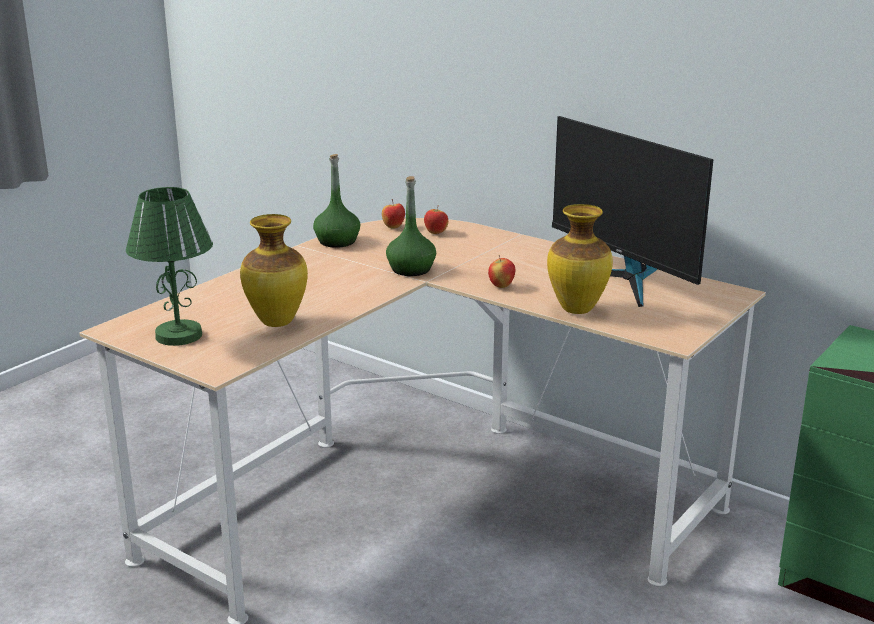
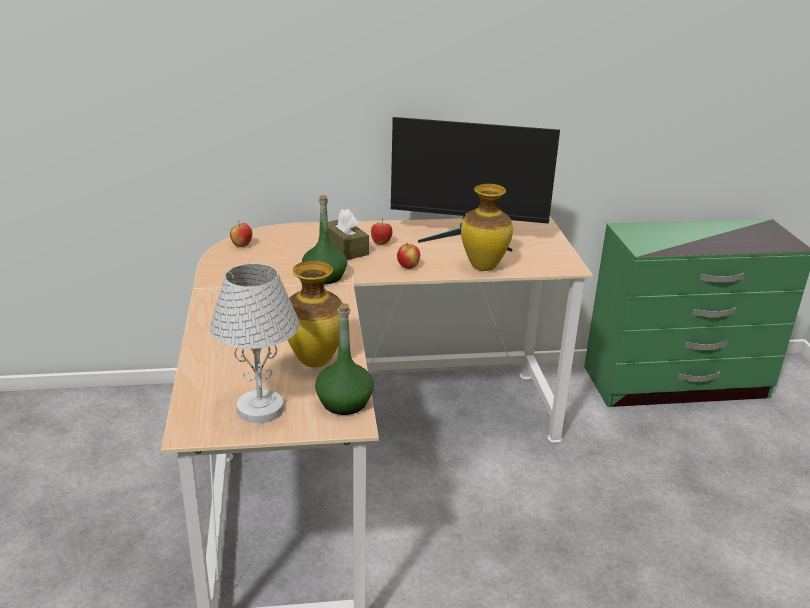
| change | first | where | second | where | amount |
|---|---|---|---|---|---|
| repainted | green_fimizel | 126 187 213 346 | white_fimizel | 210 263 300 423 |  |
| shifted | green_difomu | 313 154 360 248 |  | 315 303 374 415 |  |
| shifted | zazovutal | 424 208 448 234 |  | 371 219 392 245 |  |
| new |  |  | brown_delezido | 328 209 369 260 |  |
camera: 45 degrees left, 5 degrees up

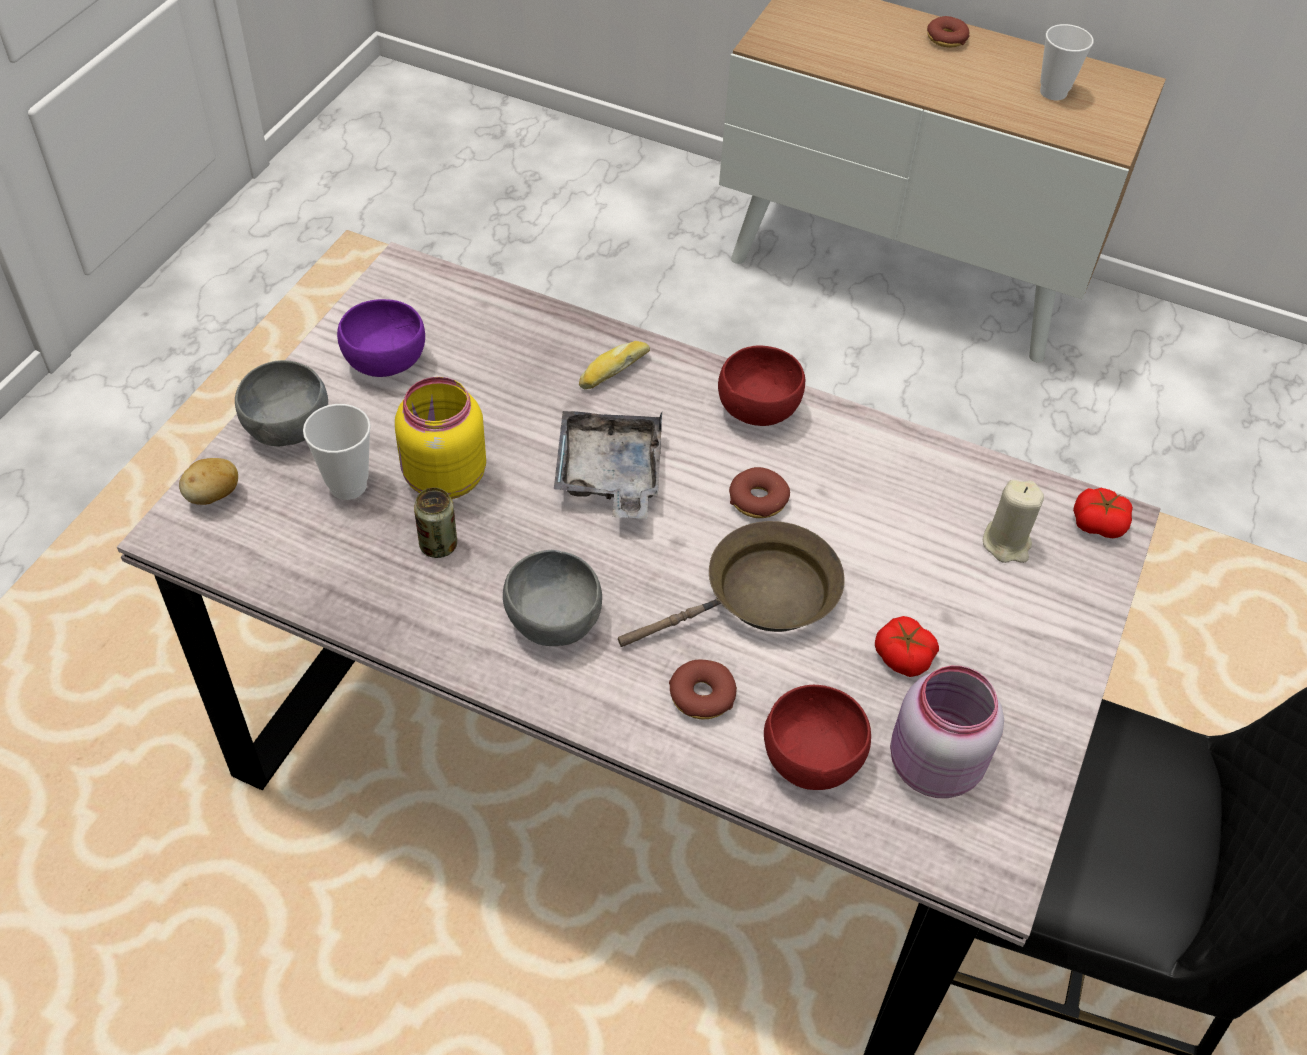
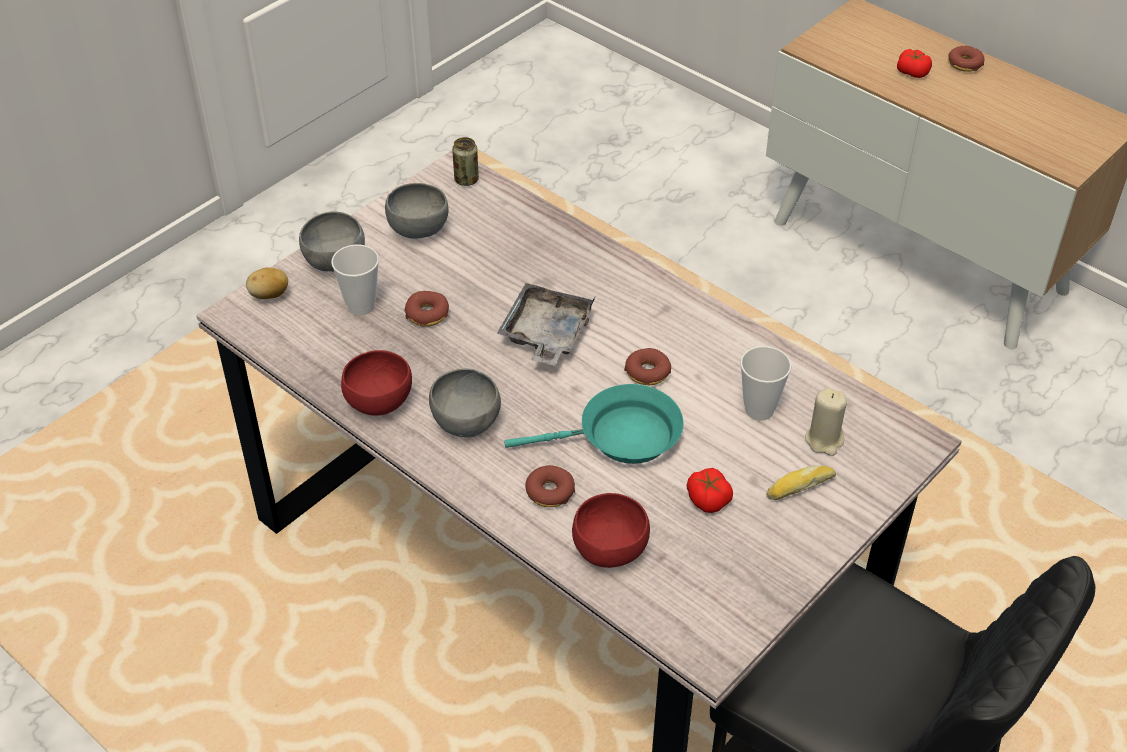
| change | first | where | second | where | amount |
|---|---|---|---|---|---|
| repainted | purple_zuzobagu | 337 299 425 377 | grey_zuzobagu | 385 183 449 239 |  |
| swapped | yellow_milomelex | 395 377 486 499 | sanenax | 404 291 449 327 |  |
| shifted | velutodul | 414 488 457 558 |  | 452 137 479 186 |  |
| shifted | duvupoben | 579 341 650 389 |  | 766 465 836 500 |  |
| repainted | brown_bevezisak | 618 521 845 647 | turquoise_bevezisak | 504 384 684 464 |  |
| shifted | red_zuzobagu | 718 345 805 426 |  | 341 350 412 416 |  |
| gone | pink_milomelex | 890 666 1004 798 |  |  |  |
| shifted | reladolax | 1040 24 1094 100 |  | 740 346 792 421 |  |
| shifted | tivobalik | 1073 488 1133 538 |  | 897 49 932 78 |  |
camera: 20 degrees right, 5 degrees down

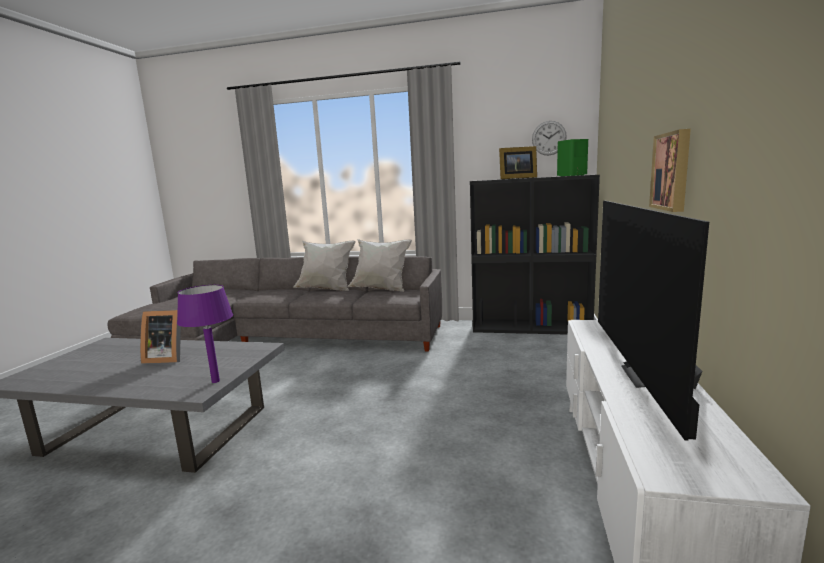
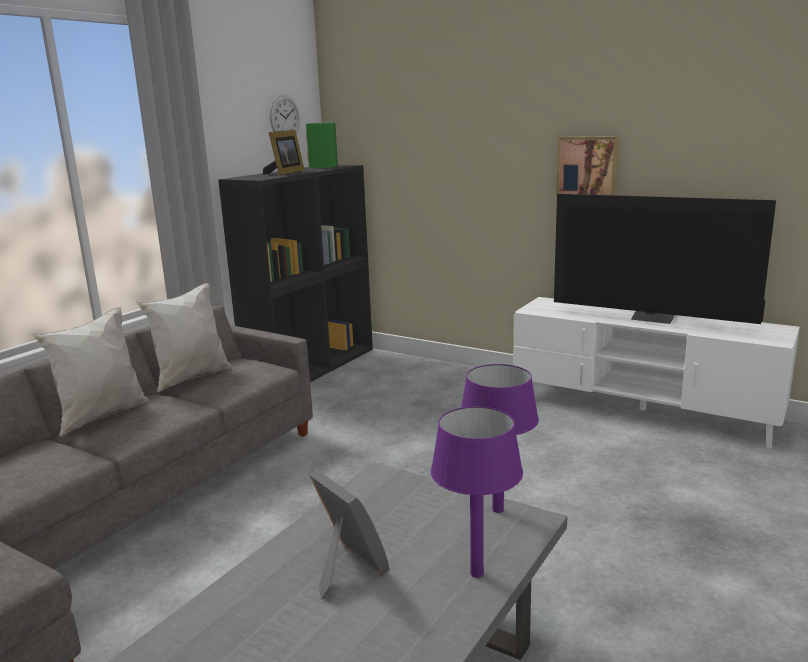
| change | first | where | second | where | amount |
|---|---|---|---|---|---|
| rotated | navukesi | 140 310 181 364 |  | 309 469 389 600 | 60 degrees counterclockwise |
| new |  |  | purple_fimizel | 431 406 523 578 |  |
camera: 70 degrees left, 5 degrees up

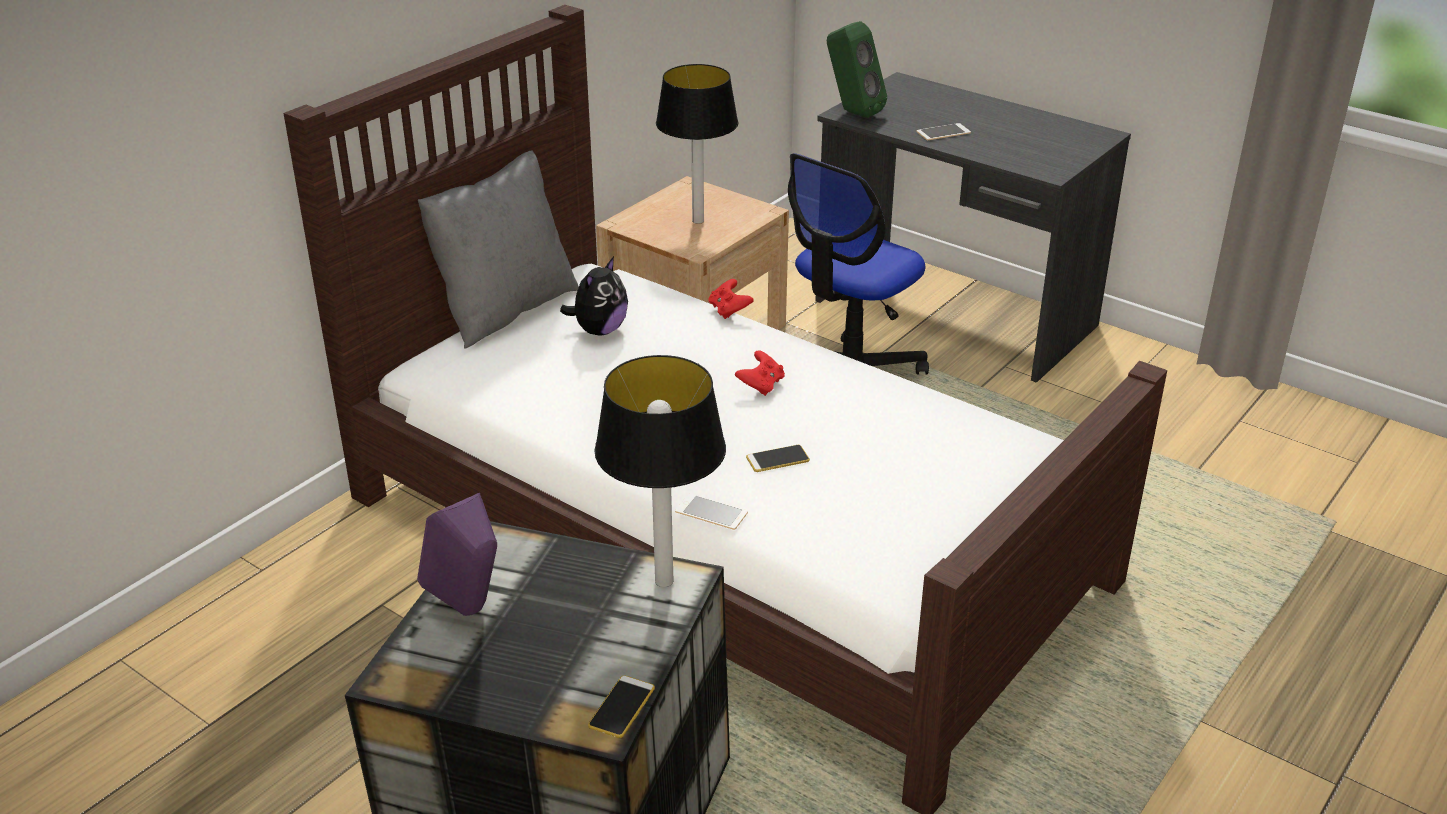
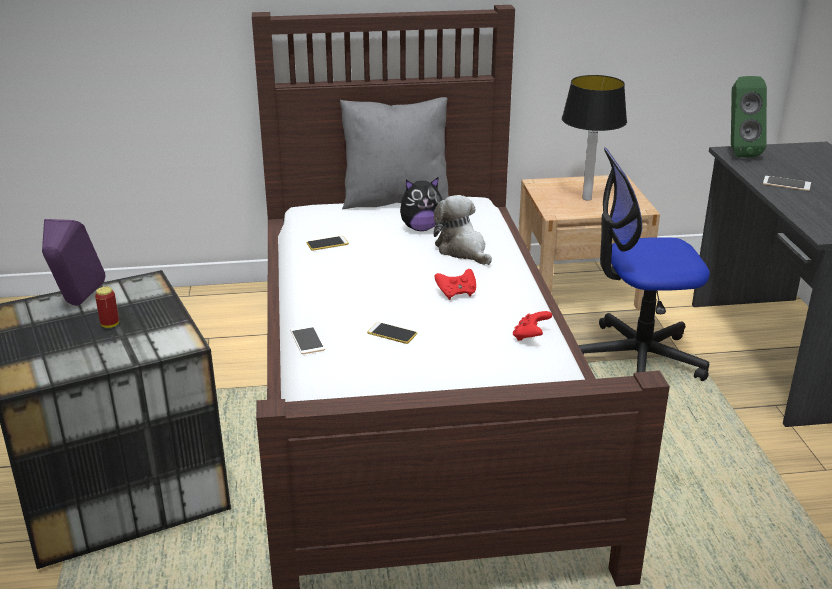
| change | first | where | second | where | amount |
|---|---|---|---|---|---|
| shifted | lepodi | 588 675 655 738 |  | 307 236 349 251 |  |
| gone | fimizel | 595 355 726 587 |  |  |  |
| shifted | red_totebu | 708 279 754 319 |  | 513 311 552 341 |  |
| new |  |  | velutodul | 95 287 119 328 |  |
| new |  |  | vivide | 434 195 492 265 |  |
camera: 45 degrees right, 5 degrees down

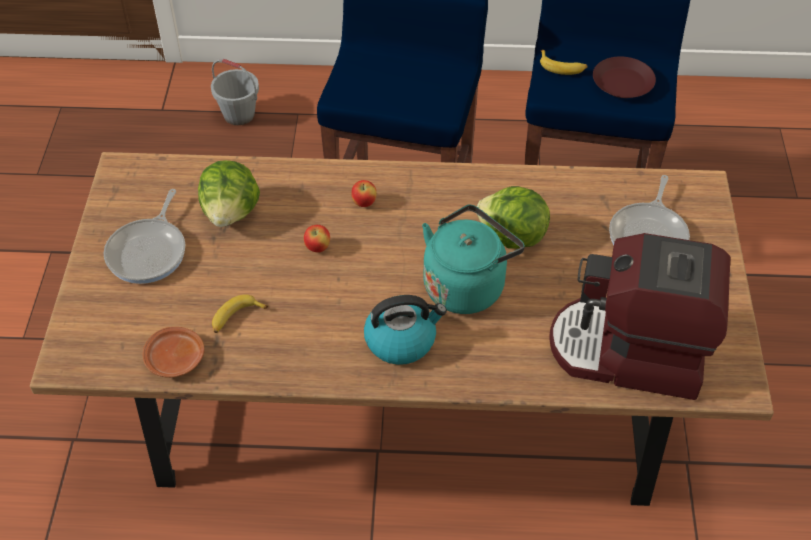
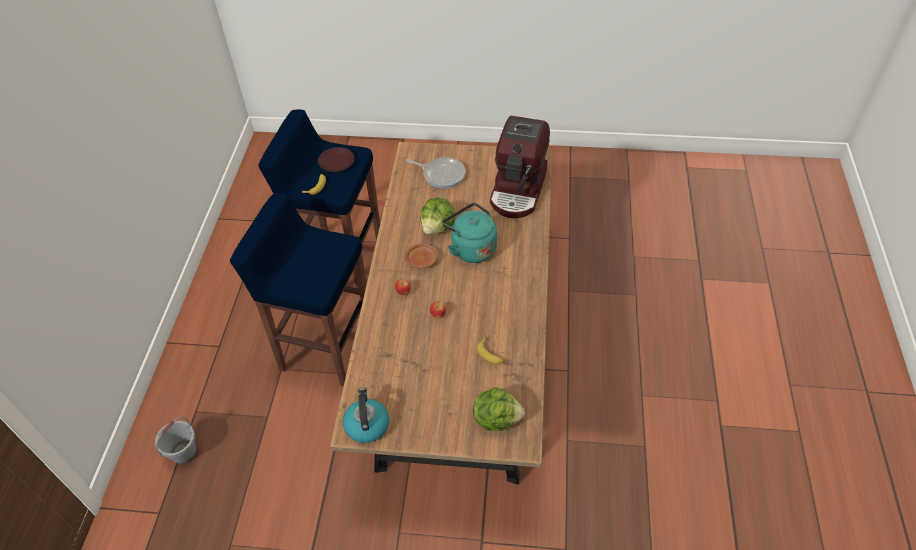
| change | first | where | second | where | amount |
|---|---|---|---|---|---|
| gone | bevezisak | 103 189 185 284 |  |  |  |
| shifted | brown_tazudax | 143 327 204 378 |  | 405 243 438 269 |  |
| shifted | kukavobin | 198 160 260 227 |  | 473 387 525 431 |  |
| shifted | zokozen | 364 295 447 365 |  | 343 387 389 443 |  |
camera: 85 degrees left, 0 degrees up

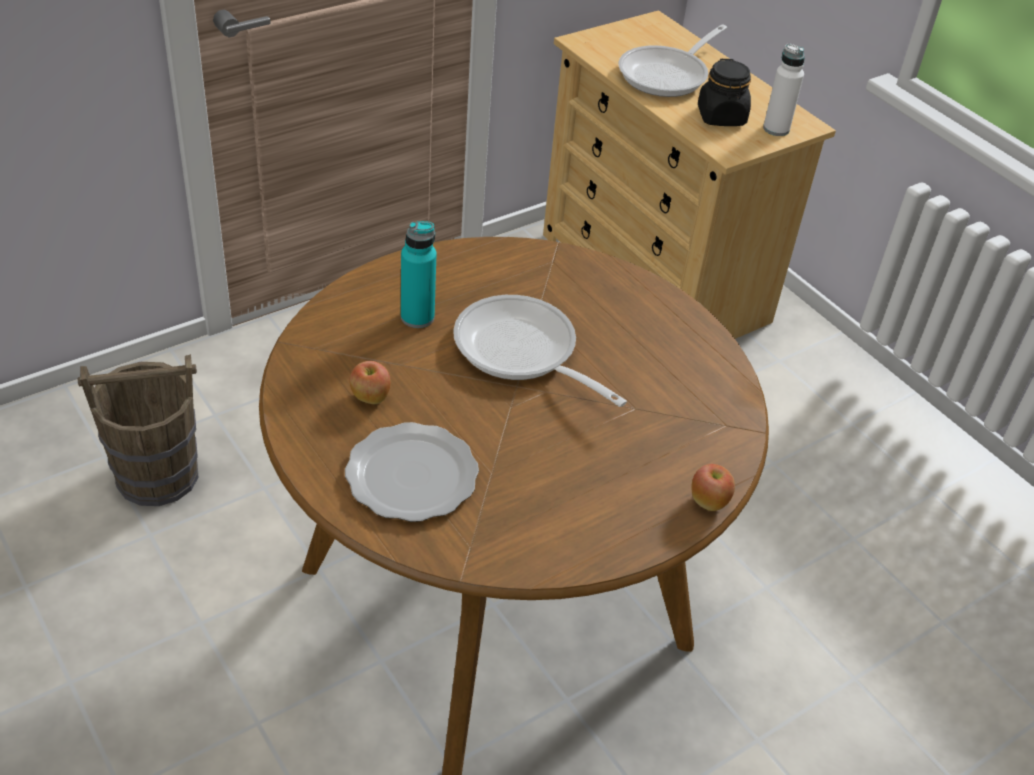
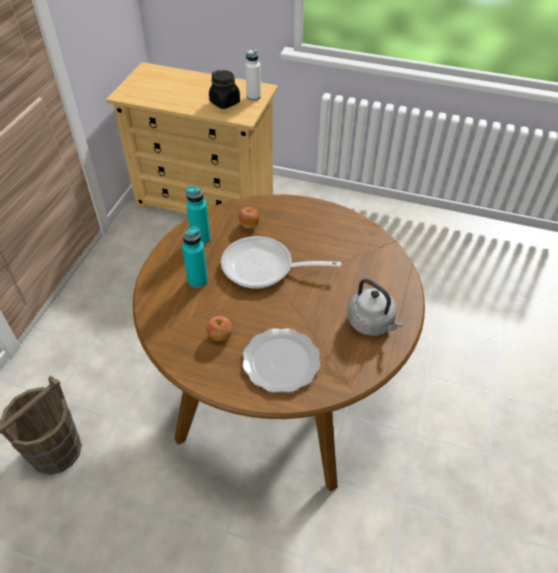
| change | first | where | second | where | amount |
|---|---|---|---|---|---|
| gone | bevezisak | 618 24 727 97 |  |  |  |
| shifted | zazovutal | 691 464 735 511 |  | 238 207 259 229 |  |
| new |  |  | turquoise_difomu | 186 186 211 245 |  |
| new |  |  | grey_zokozen | 348 279 404 336 |  |
camera: 35 degrees left, 5 degrees up

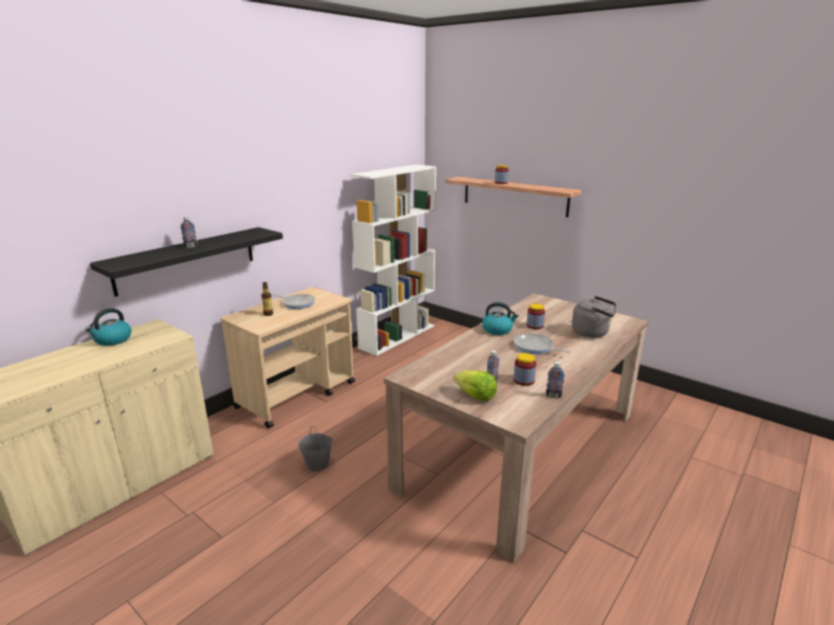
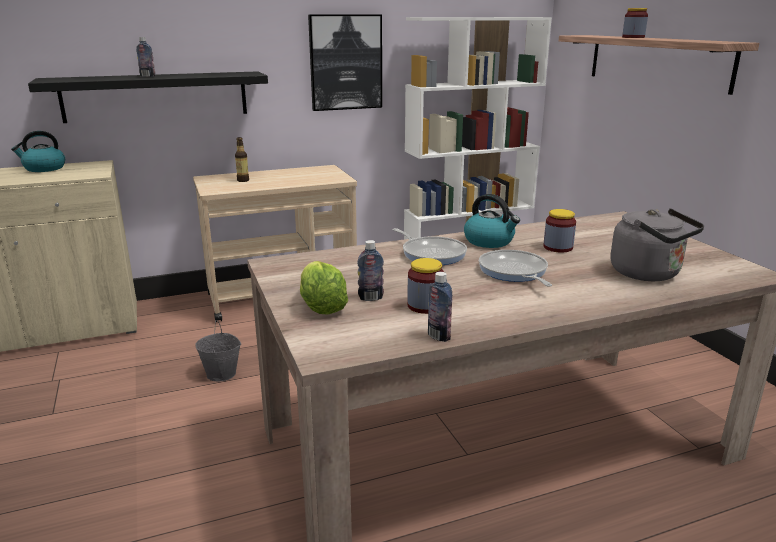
| change | first | where | second | where | amount |
|---|---|---|---|---|---|
| shifted | bevezisak | 271 294 315 309 |  | 393 228 467 265 |  |
| new |  |  | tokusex | 308 14 382 111 |  |
camera: 30 degrees right, 0 degrees up

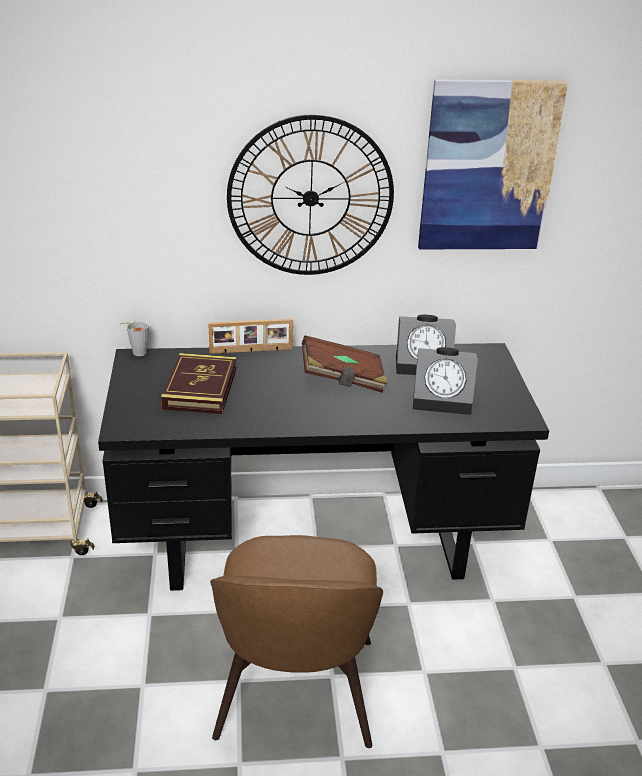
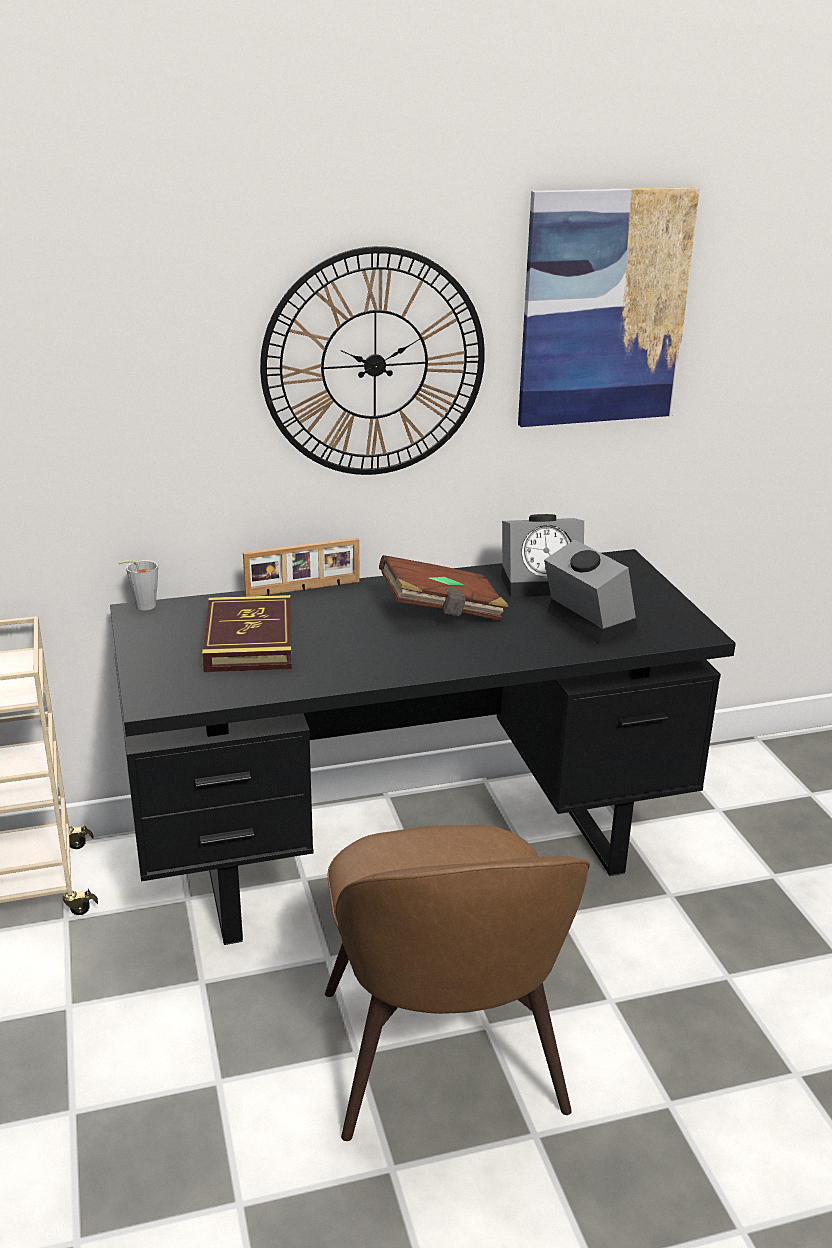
| change | first | where | second | where | amount |
|---|---|---|---|---|---|
| rotated | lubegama | 413 347 478 415 |  | 544 540 637 644 | 120 degrees counterclockwise |
camera: 10 degrees left, 5 degrees down

